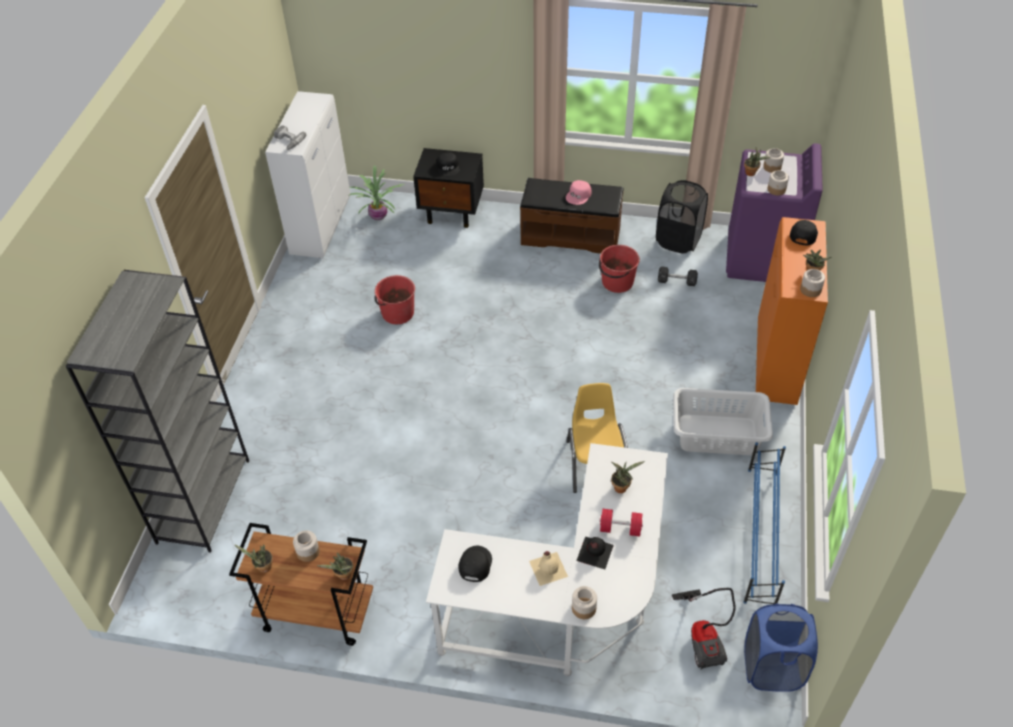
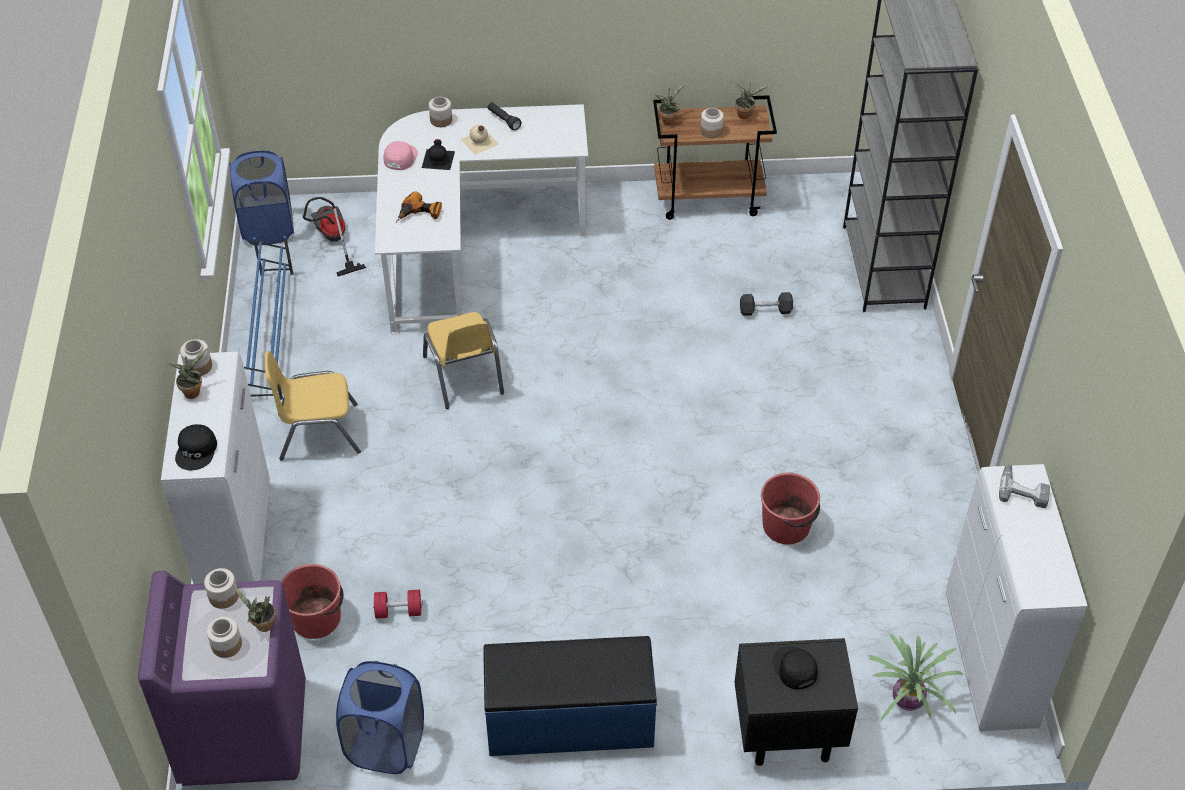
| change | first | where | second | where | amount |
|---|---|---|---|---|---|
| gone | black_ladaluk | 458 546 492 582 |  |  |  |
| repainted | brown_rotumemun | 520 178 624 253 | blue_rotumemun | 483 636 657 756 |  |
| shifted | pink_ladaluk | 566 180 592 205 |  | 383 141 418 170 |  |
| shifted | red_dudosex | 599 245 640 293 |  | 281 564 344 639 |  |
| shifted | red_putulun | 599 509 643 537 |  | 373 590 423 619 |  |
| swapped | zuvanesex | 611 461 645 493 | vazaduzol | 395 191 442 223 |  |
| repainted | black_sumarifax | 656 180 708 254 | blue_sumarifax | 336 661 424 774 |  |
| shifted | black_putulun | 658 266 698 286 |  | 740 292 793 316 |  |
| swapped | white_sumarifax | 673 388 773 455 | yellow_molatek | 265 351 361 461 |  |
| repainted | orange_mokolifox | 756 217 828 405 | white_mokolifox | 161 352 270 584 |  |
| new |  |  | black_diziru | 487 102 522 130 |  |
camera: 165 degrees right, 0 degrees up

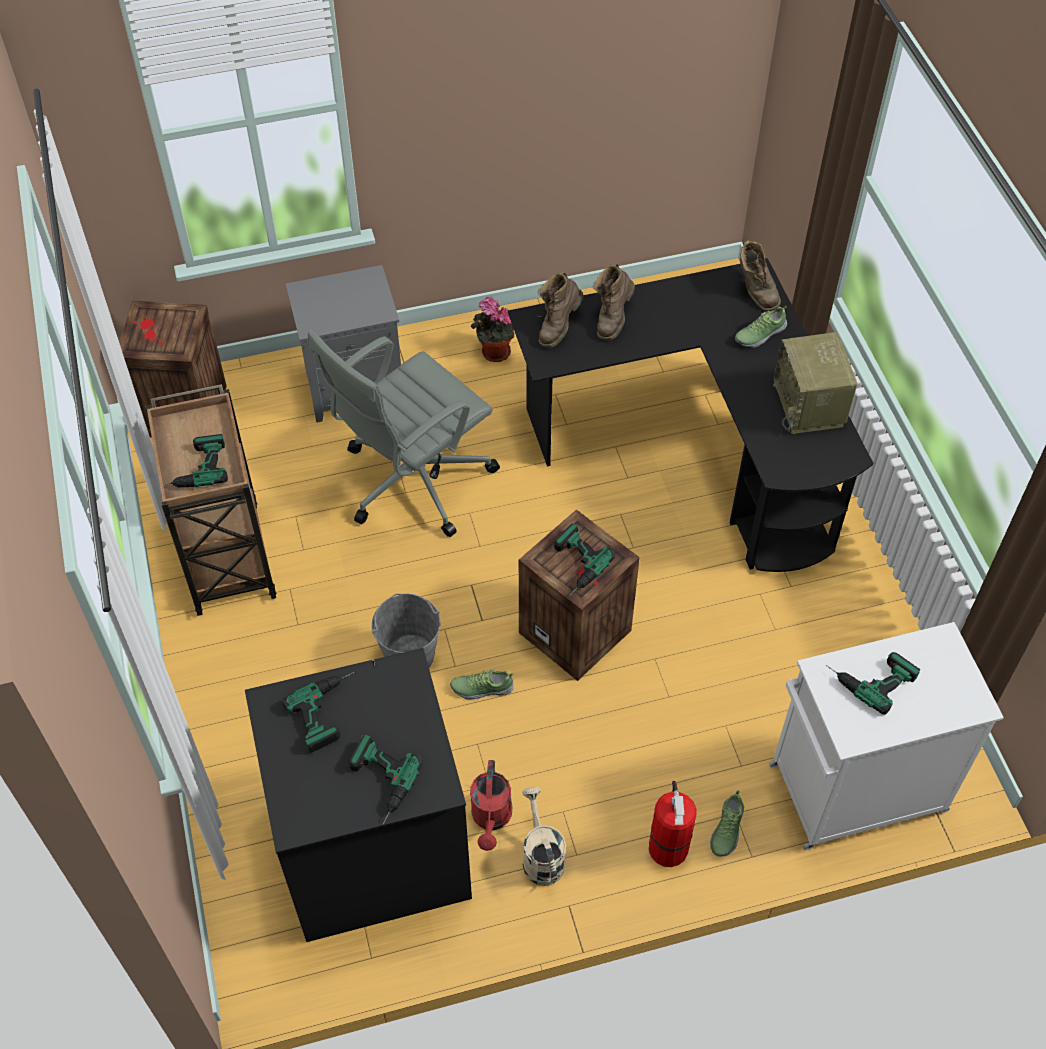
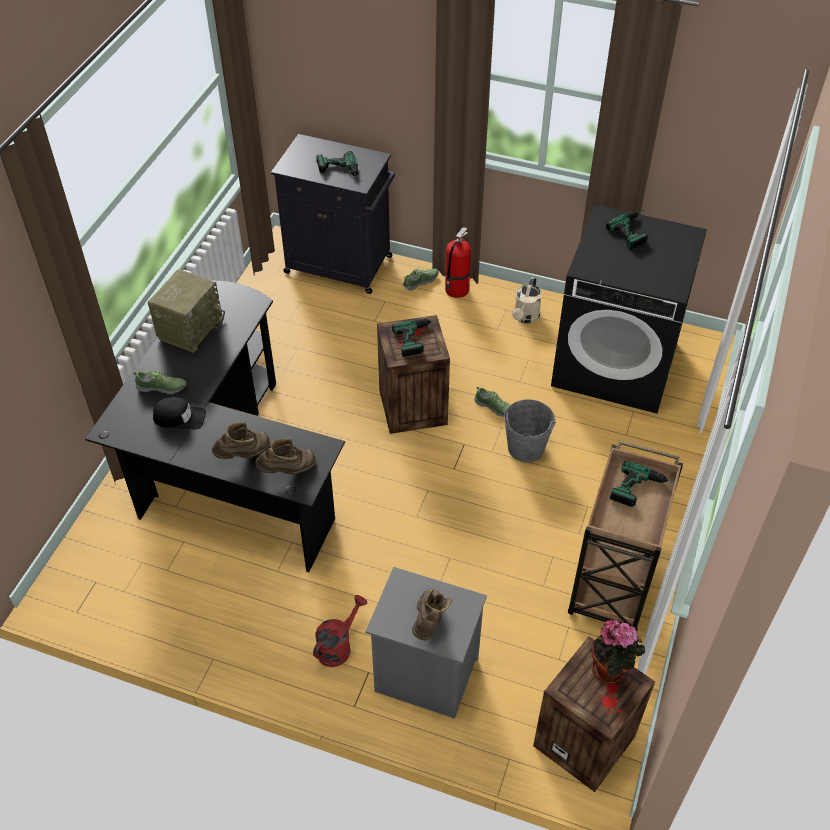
| change | first | where | second | where | amount |
|---|---|---|---|---|---|
| gone | vazaduzol | 282 672 354 753 |  |  |  |
| gone | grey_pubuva | 308 330 500 537 |  |  |  |
| shifted | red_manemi | 470 760 512 851 |  | 313 595 367 667 |  |
| shifted | zuvanesex | 471 297 514 362 |  | 592 620 645 683 |  |
| shifted | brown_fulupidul | 740 240 781 311 |  | 412 589 452 641 |  |
| repainted | white_mokolifox | 769 622 1004 850 | black_mokolifox | 271 134 395 294 |  |
| new |  |  | black_ladaluk | 153 397 206 429 |  |
camera: 145 degrees left, 5 degrees down

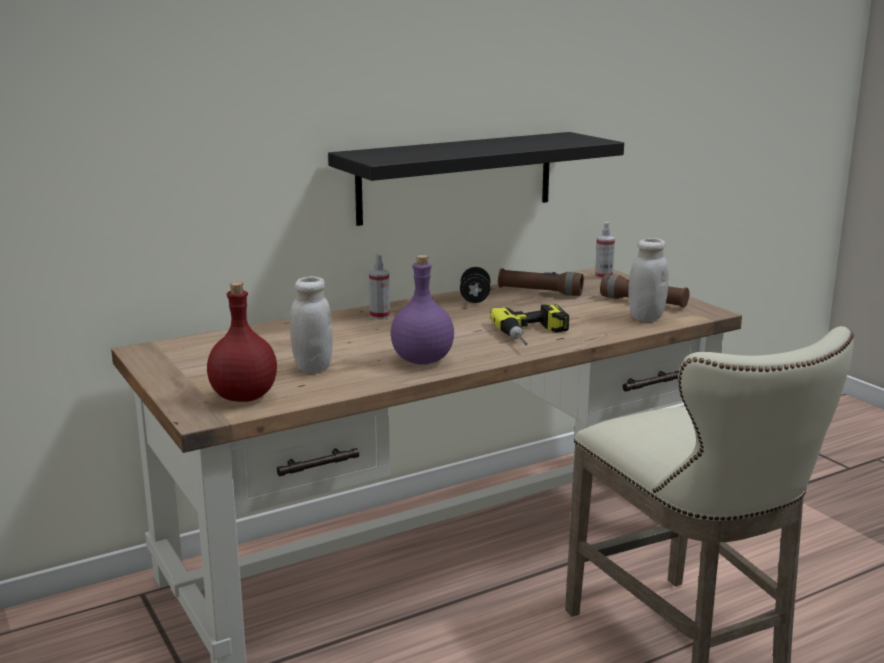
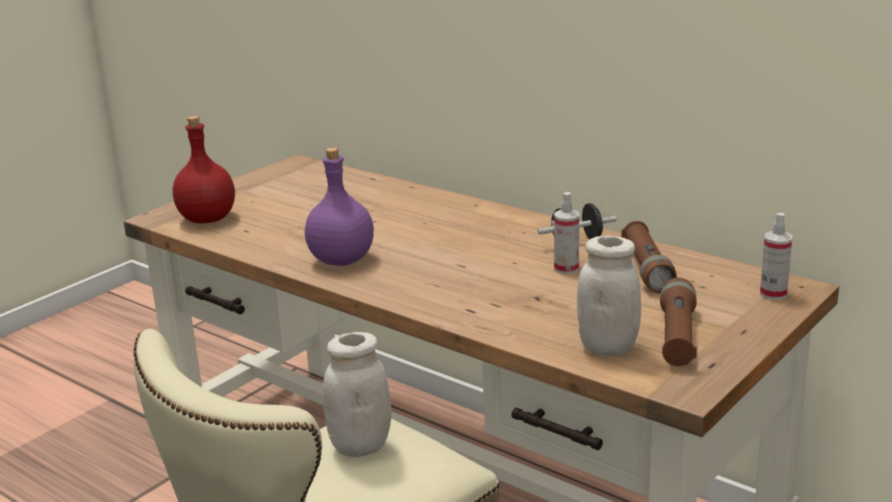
| change | first | where | second | where | amount |
|---|---|---|---|---|---|
| shifted | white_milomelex | 290 277 333 373 |  | 323 332 391 457 |  |
| gone | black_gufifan | 328 132 624 226 |  |  |  |
| shifted | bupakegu | 369 254 390 320 |  | 554 192 579 274 |  |
| gone | vazaduzol | 490 304 569 345 |  |  |  |
camera: 70 degrees right, 5 degrees up

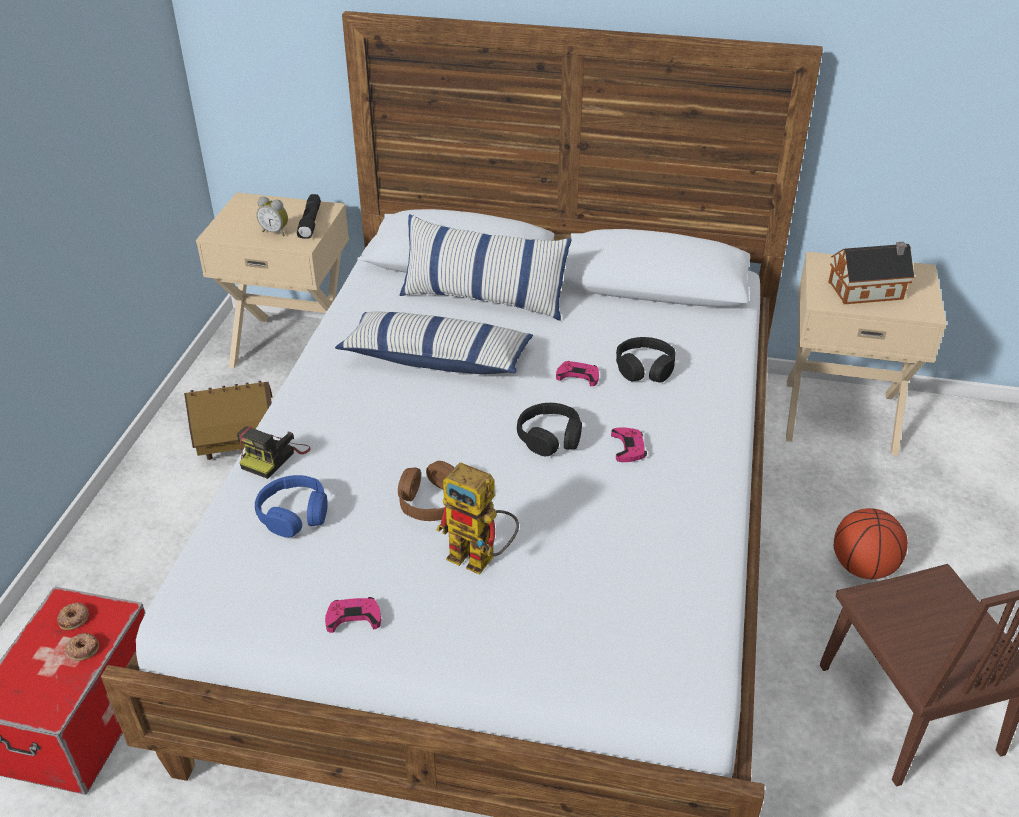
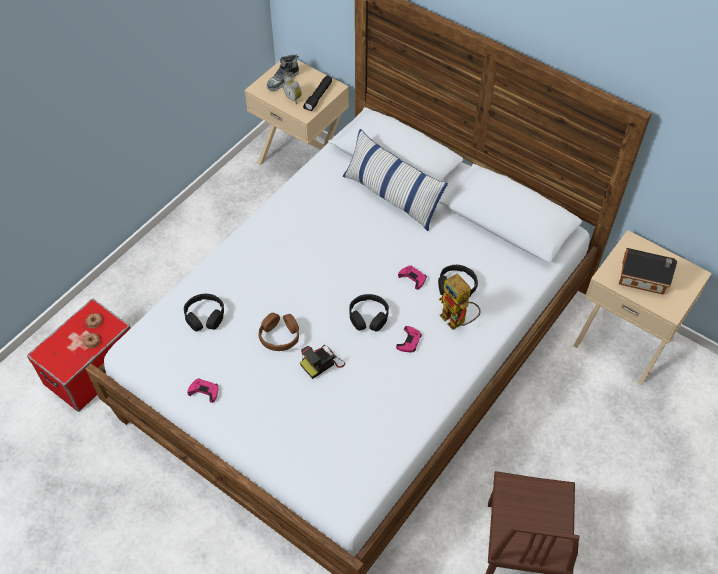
| change | first | where | second | where | amount |
|---|---|---|---|---|---|
| gone | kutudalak | 184 381 273 460 |  |  |  |
| shifted | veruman | 237 426 311 479 |  | 300 345 345 379 |  |
| repainted | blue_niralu | 255 475 328 538 | black_niralu | 184 294 224 331 |  |
| gone | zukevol | 335 312 533 374 |  |  |  |
| shifted | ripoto | 437 462 519 575 |  | 439 274 481 330 |  |
| gone | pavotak | 834 508 908 579 |  |  |  |
| new |  |  | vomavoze | 267 55 299 91 |  |
camera: 25 degrees right, 15 degrees up

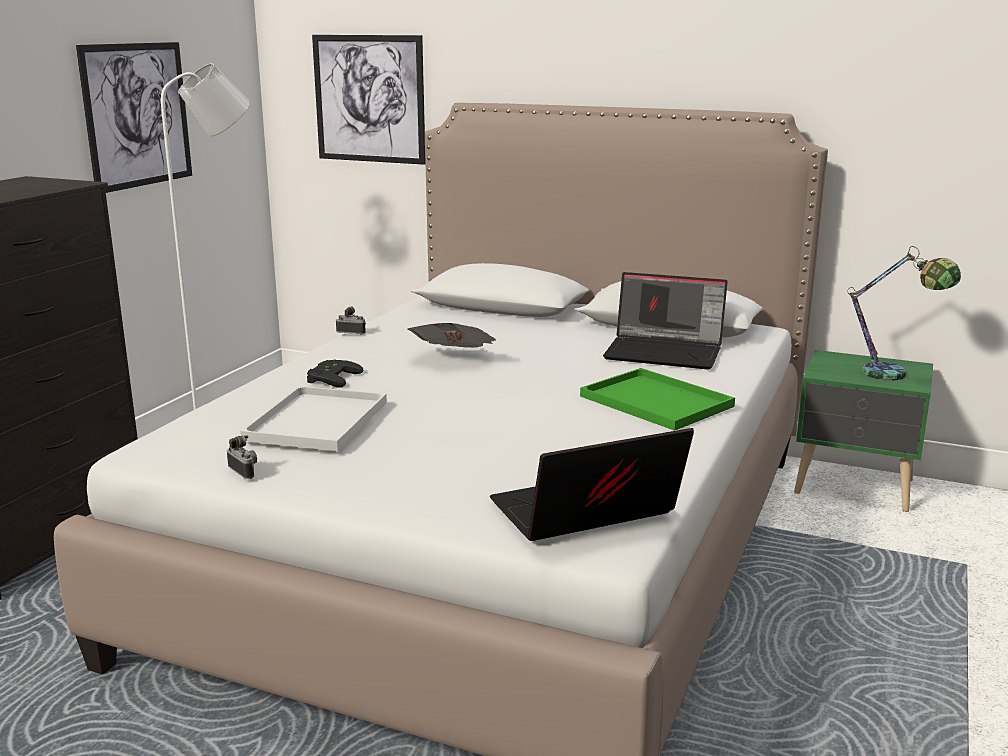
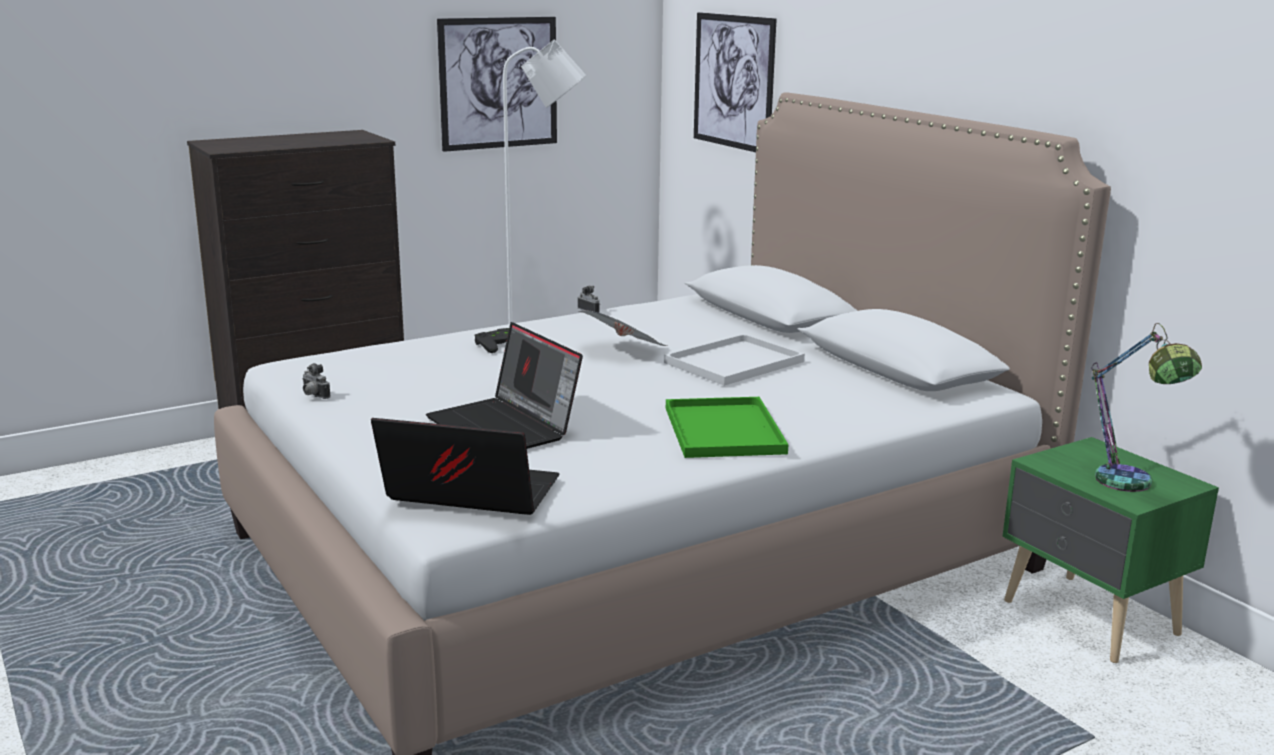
| change | first | where | second | where | amount |
|---|---|---|---|---|---|
| rotated | veruman | 227 435 257 479 |  | 303 363 331 399 | 135 degrees clockwise |
| shifted | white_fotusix | 240 386 387 451 |  | 664 334 805 386 |  |
| shifted | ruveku | 603 272 728 369 |  | 426 322 583 449 |  |
camera: 35 degrees right, 0 degrees up

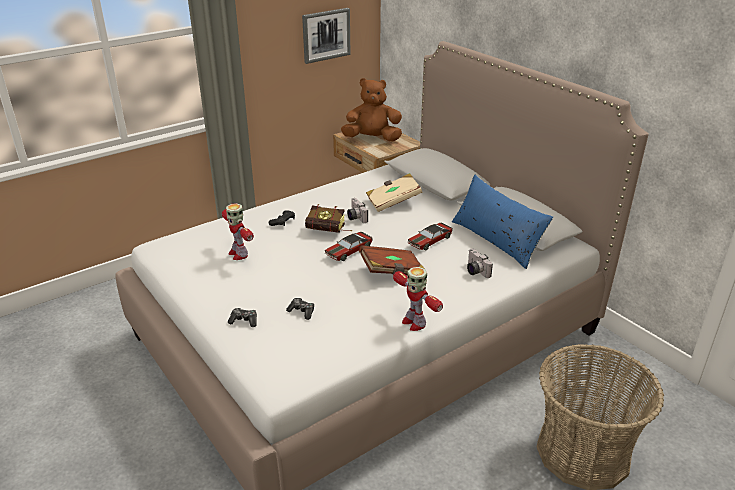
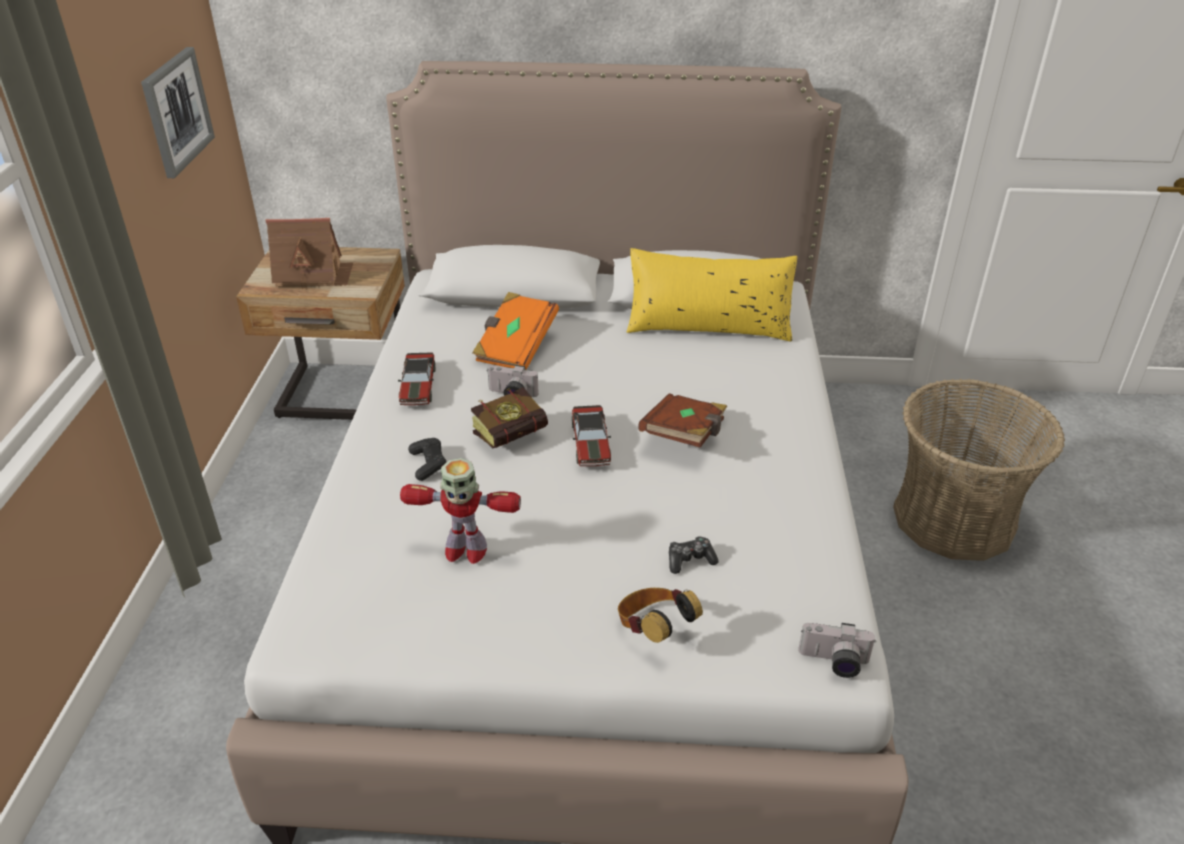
| change | first | where | second | where | amount |
|---|---|---|---|---|---|
| swapped | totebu | 228 308 257 327 | niralu | 618 588 703 643 |  |
| swapped | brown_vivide | 341 78 402 142 | kutudalak | 265 218 353 290 |  |
| repainted | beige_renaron | 366 173 422 212 | orange_renaron | 472 292 559 370 |  |
| gone | ripoto | 393 267 443 331 |  |  |  |
| shifted | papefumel | 408 223 453 251 |  | 398 352 435 405 |  |
| repainted | blue_zukevol | 452 175 553 269 | yellow_zukevol | 627 248 797 342 |  |
| shifted | veruman | 467 248 493 278 |  | 798 623 876 678 |  |
camera: 50 degrees left, 5 degrees up

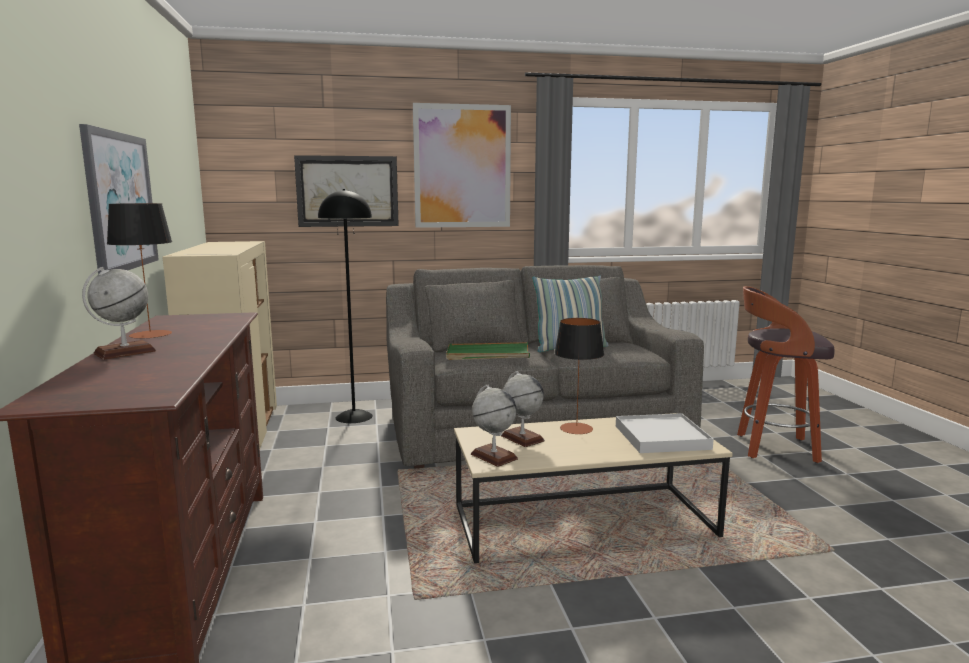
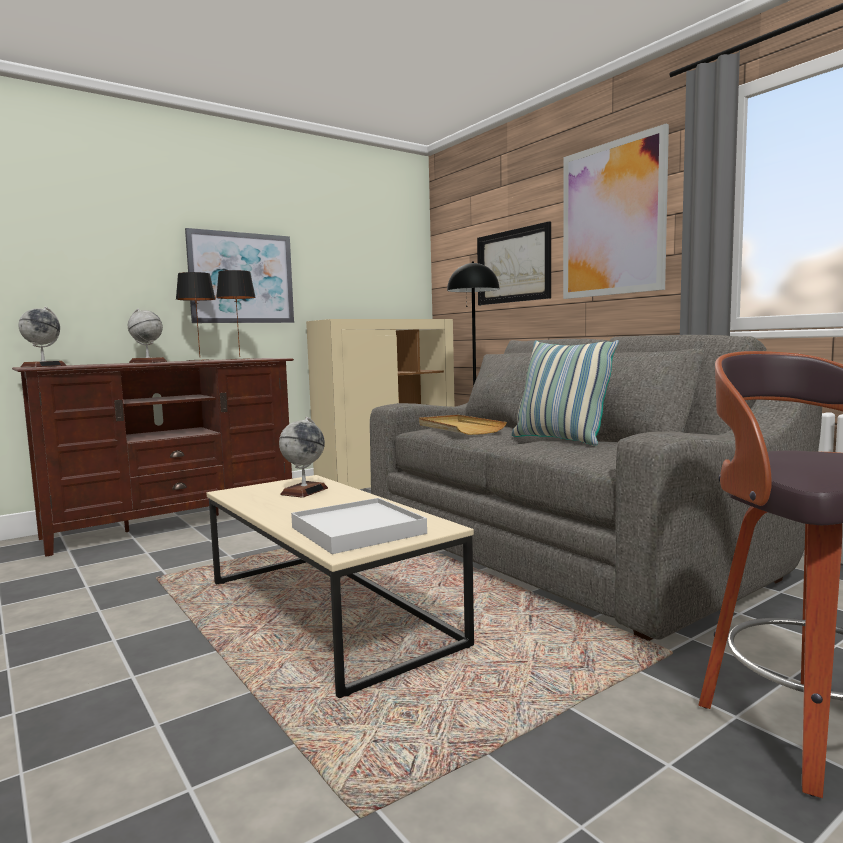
| change | first | where | second | where | amount |
|---|---|---|---|---|---|
| repainted | green_fotusix | 446 342 530 360 | beige_fotusix | 419 415 507 435 |  |
| shifted | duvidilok | 471 384 518 467 |  | 18 307 66 367 |  |
| shifted | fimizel | 554 318 604 434 |  | 216 270 256 360 |  |
camera: 65 degrees right, 5 degrees down

